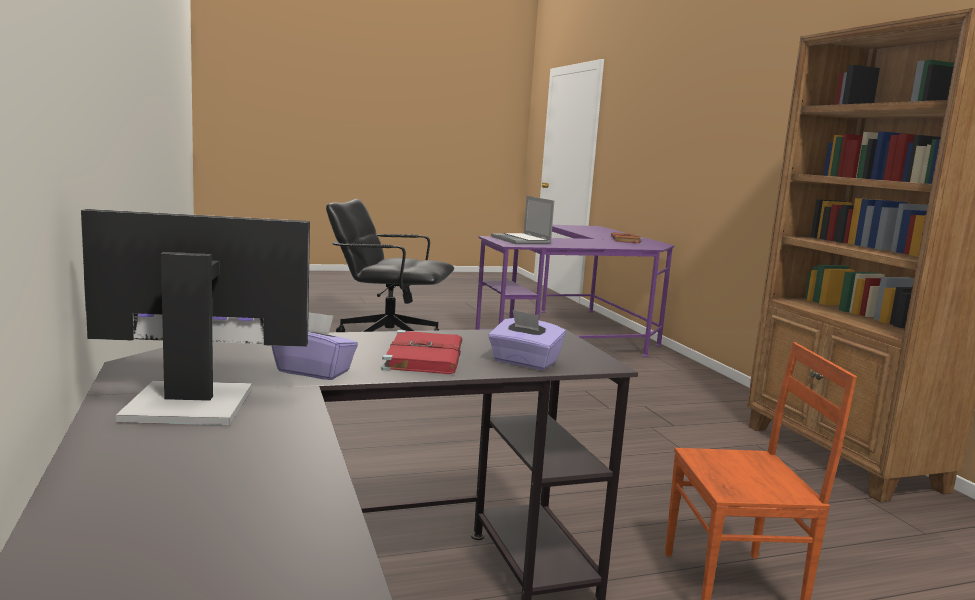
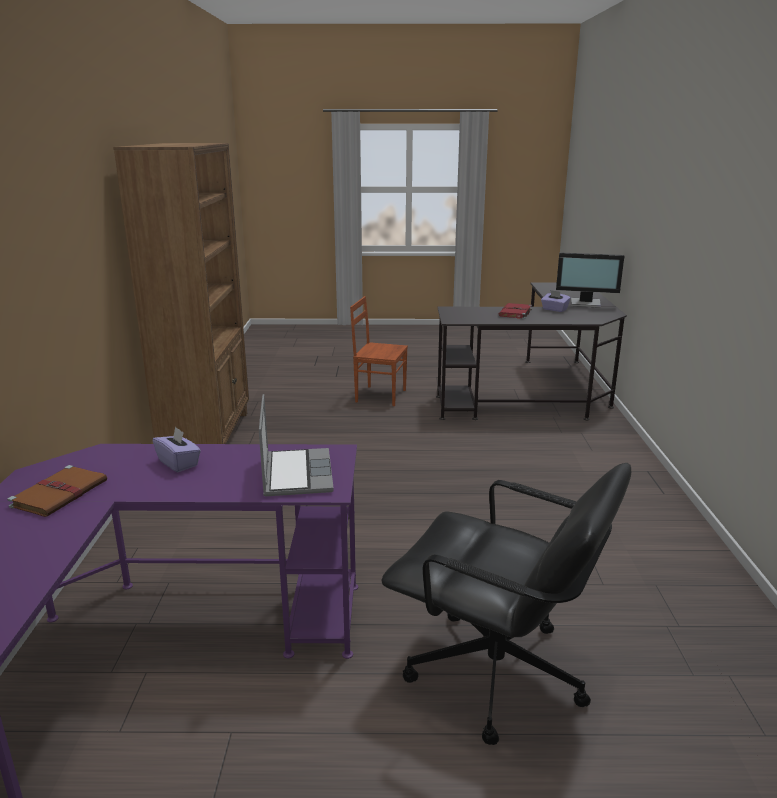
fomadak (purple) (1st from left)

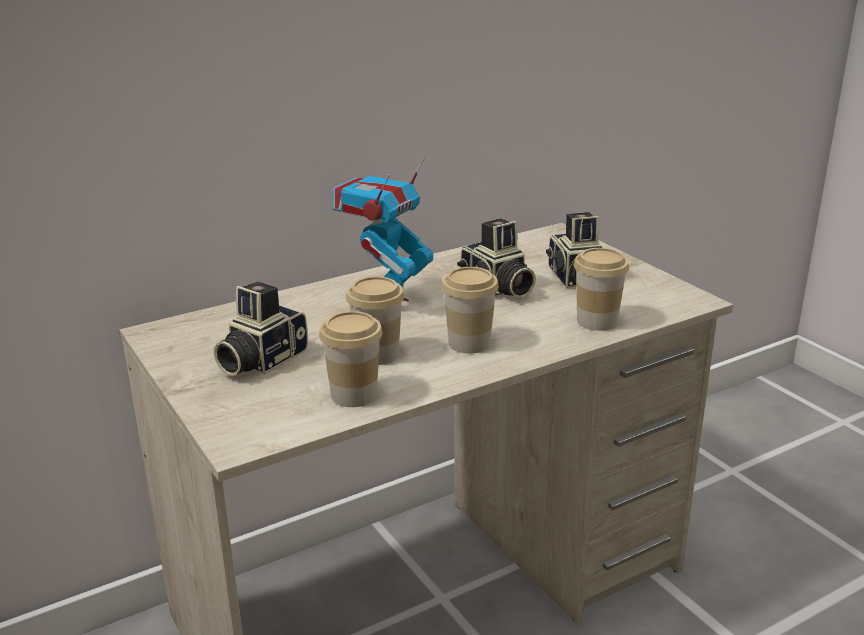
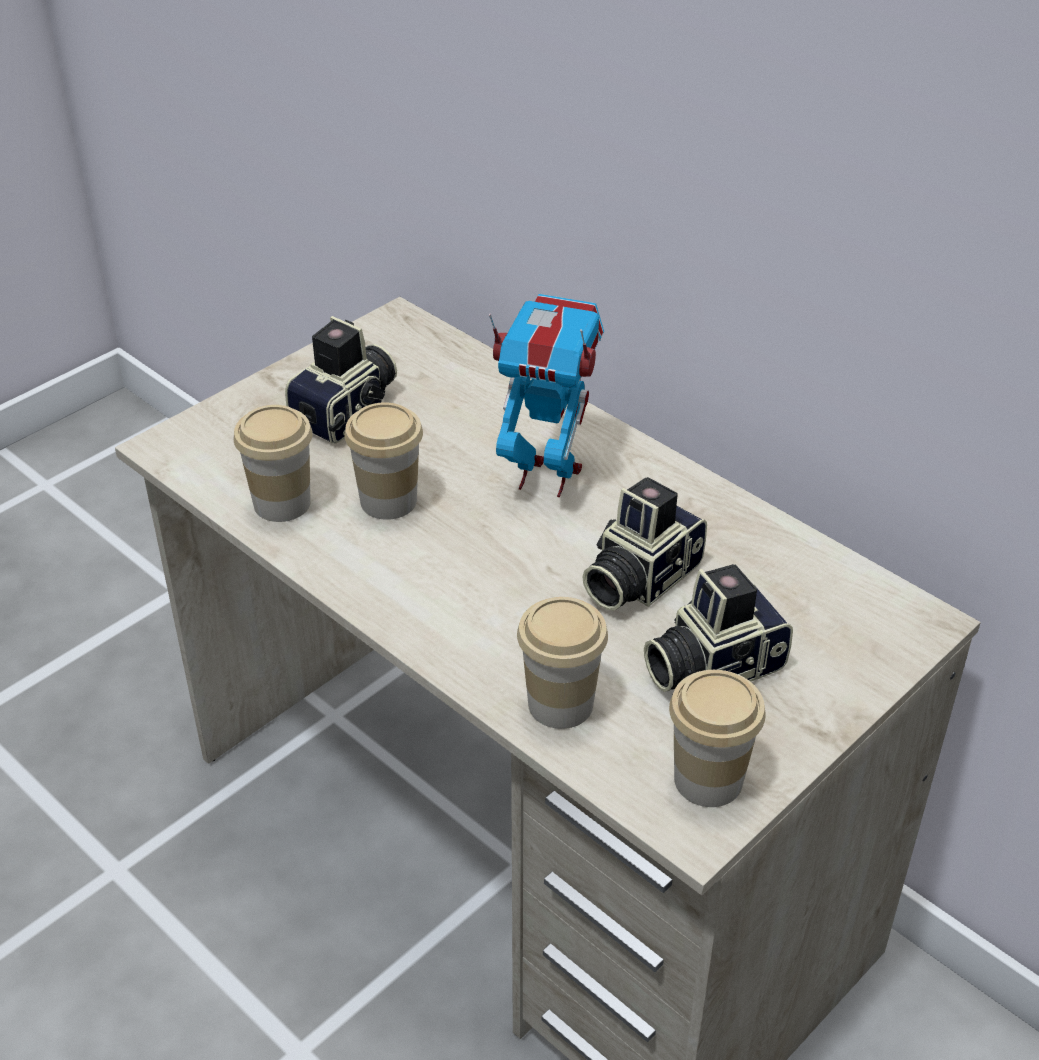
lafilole (4th from left)
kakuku (1st from left)

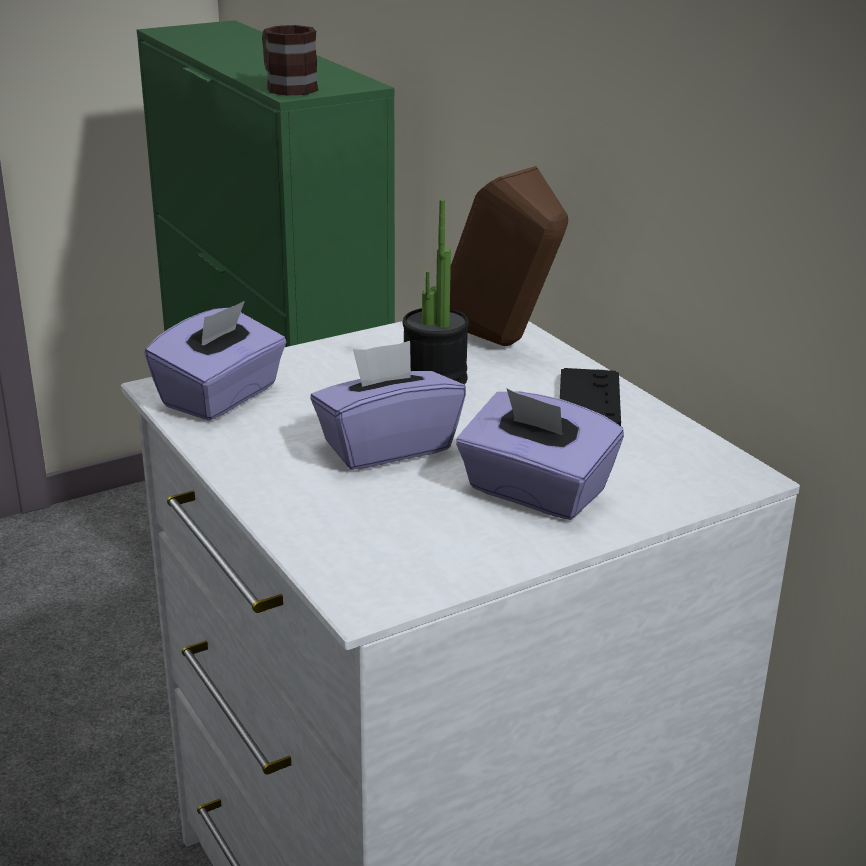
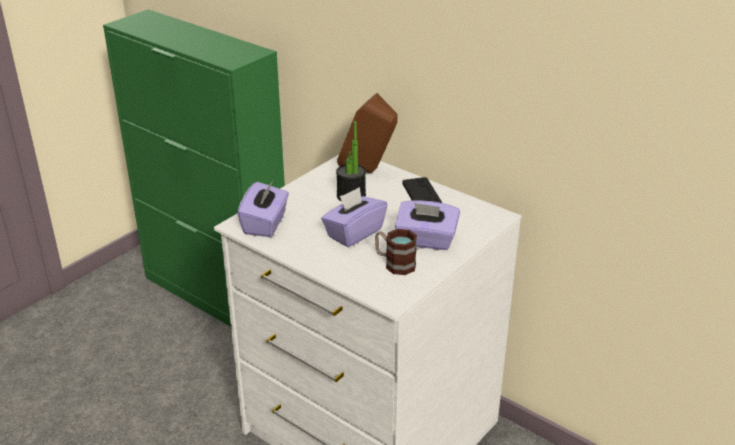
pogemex

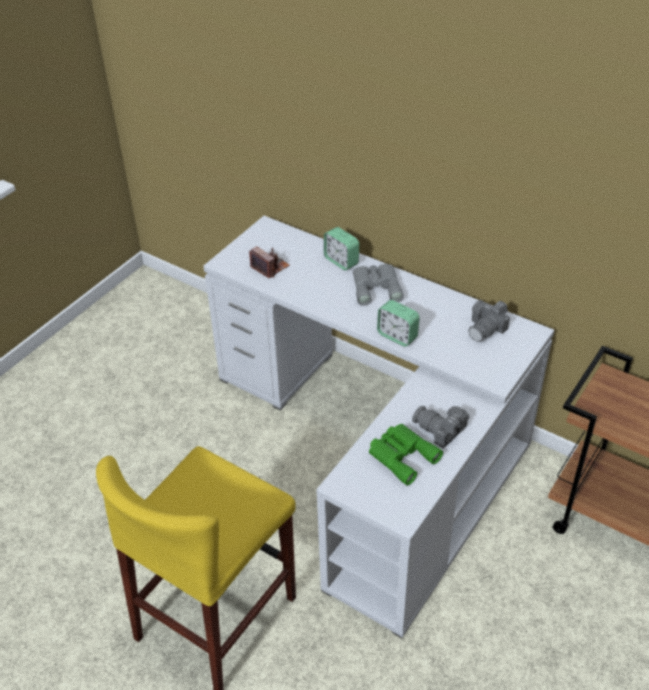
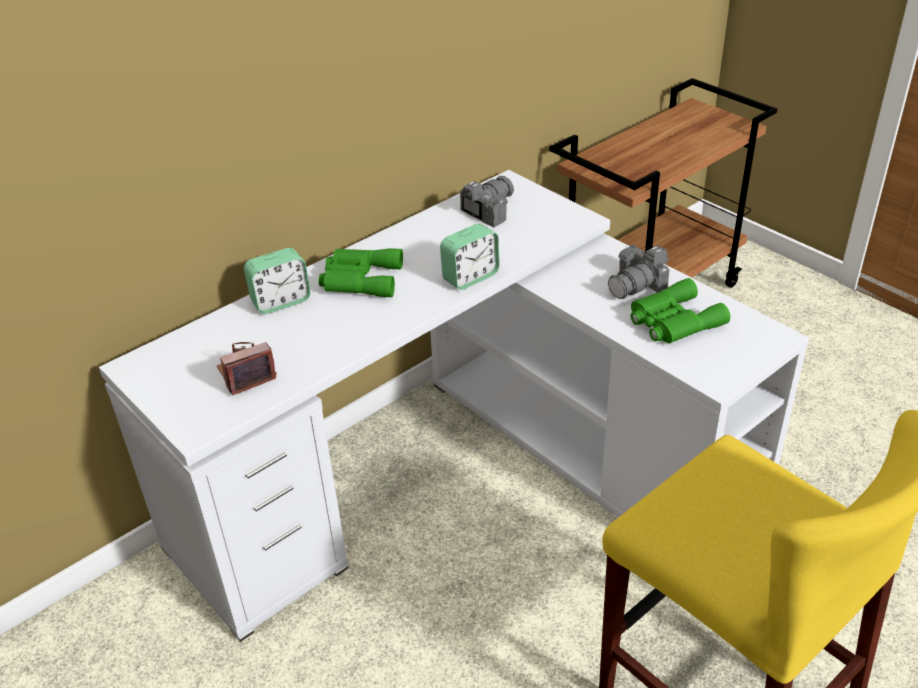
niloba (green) (1st from left)
kakuku (2nd from left)

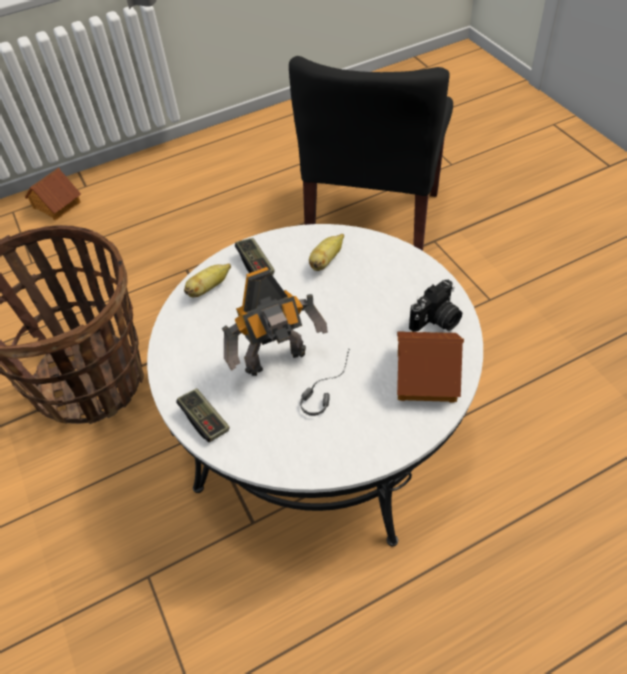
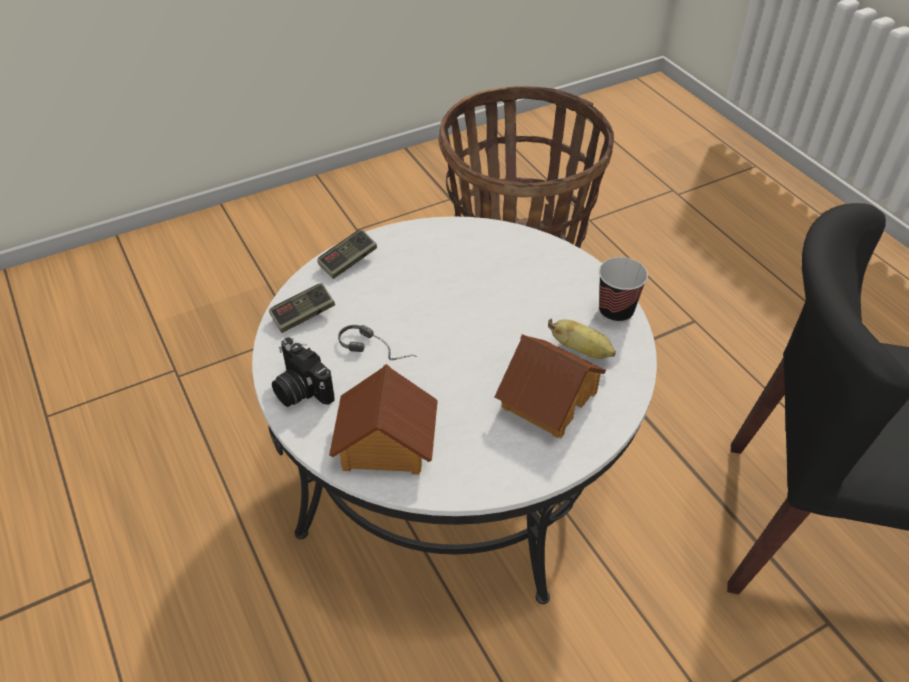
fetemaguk (1st from left in the first image)
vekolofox
lafilole
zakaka (2nd from left)
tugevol (1st from left)
kakuku

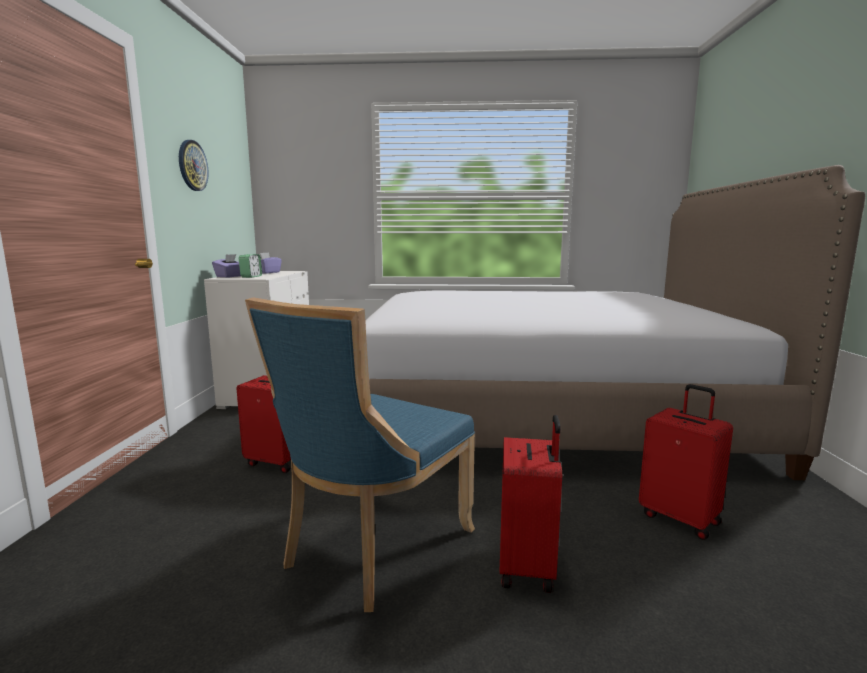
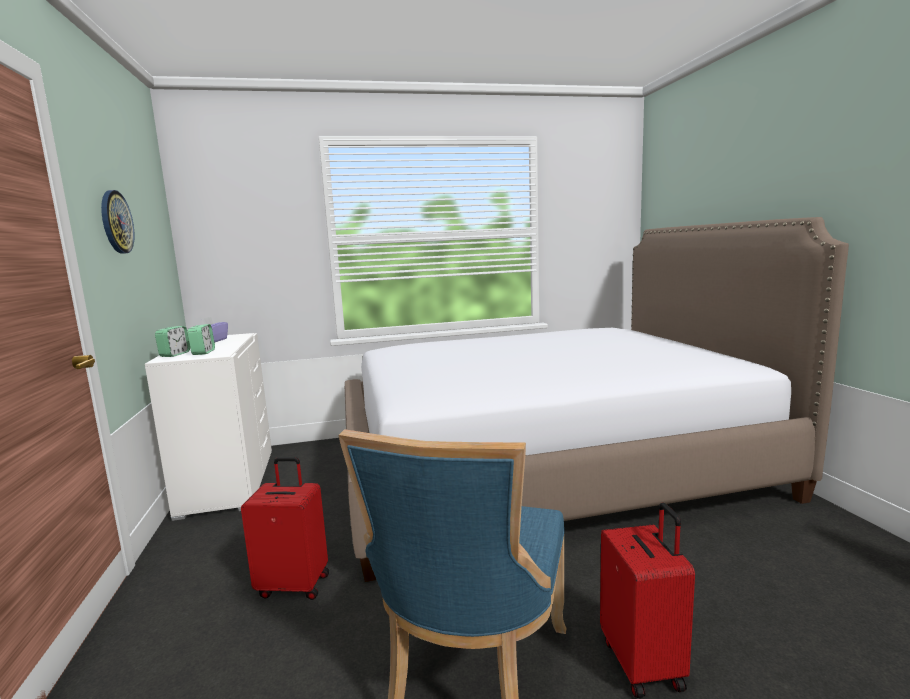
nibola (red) (3rd from left in the first image)
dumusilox (1st from left)

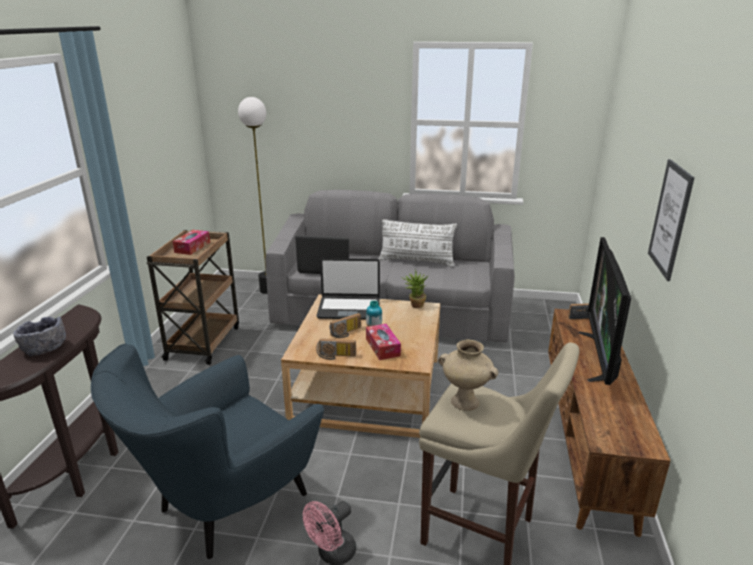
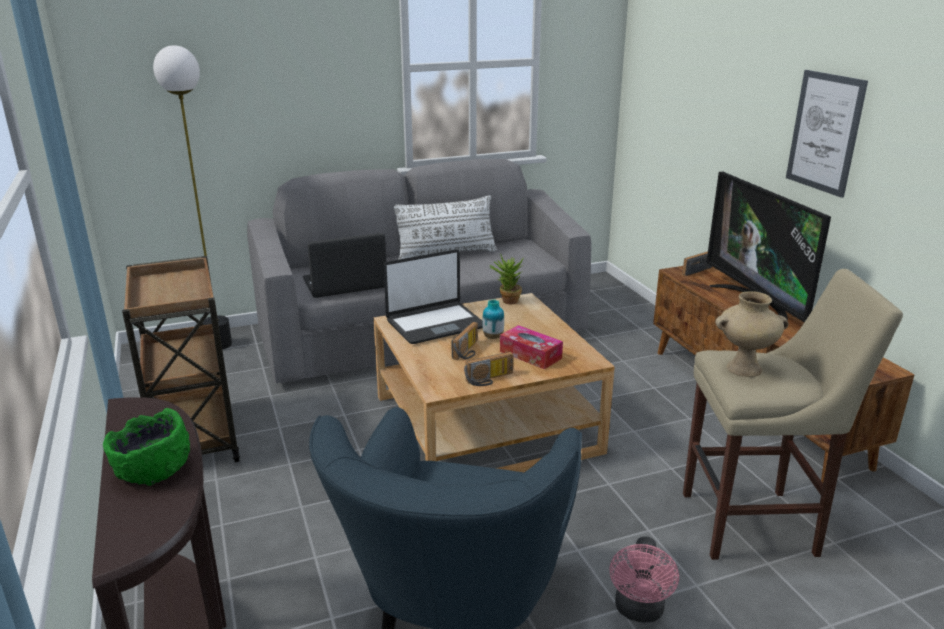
fomadak (1st from left in the first image)
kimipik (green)

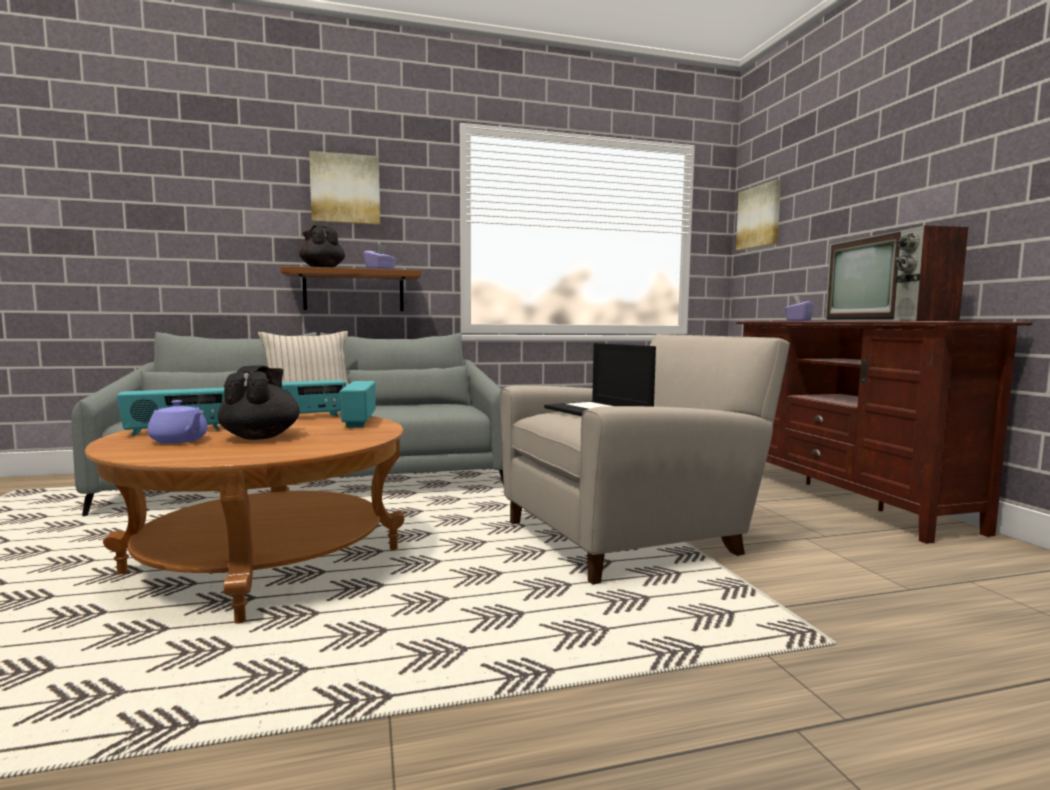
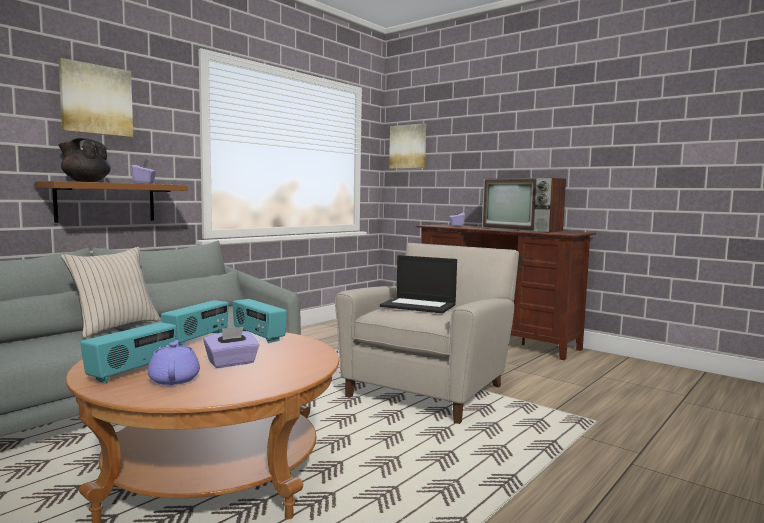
fomadak (purple) (2nd from left)
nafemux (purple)

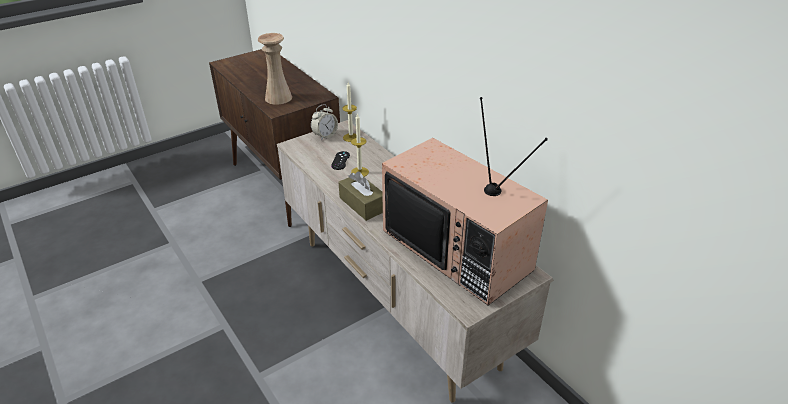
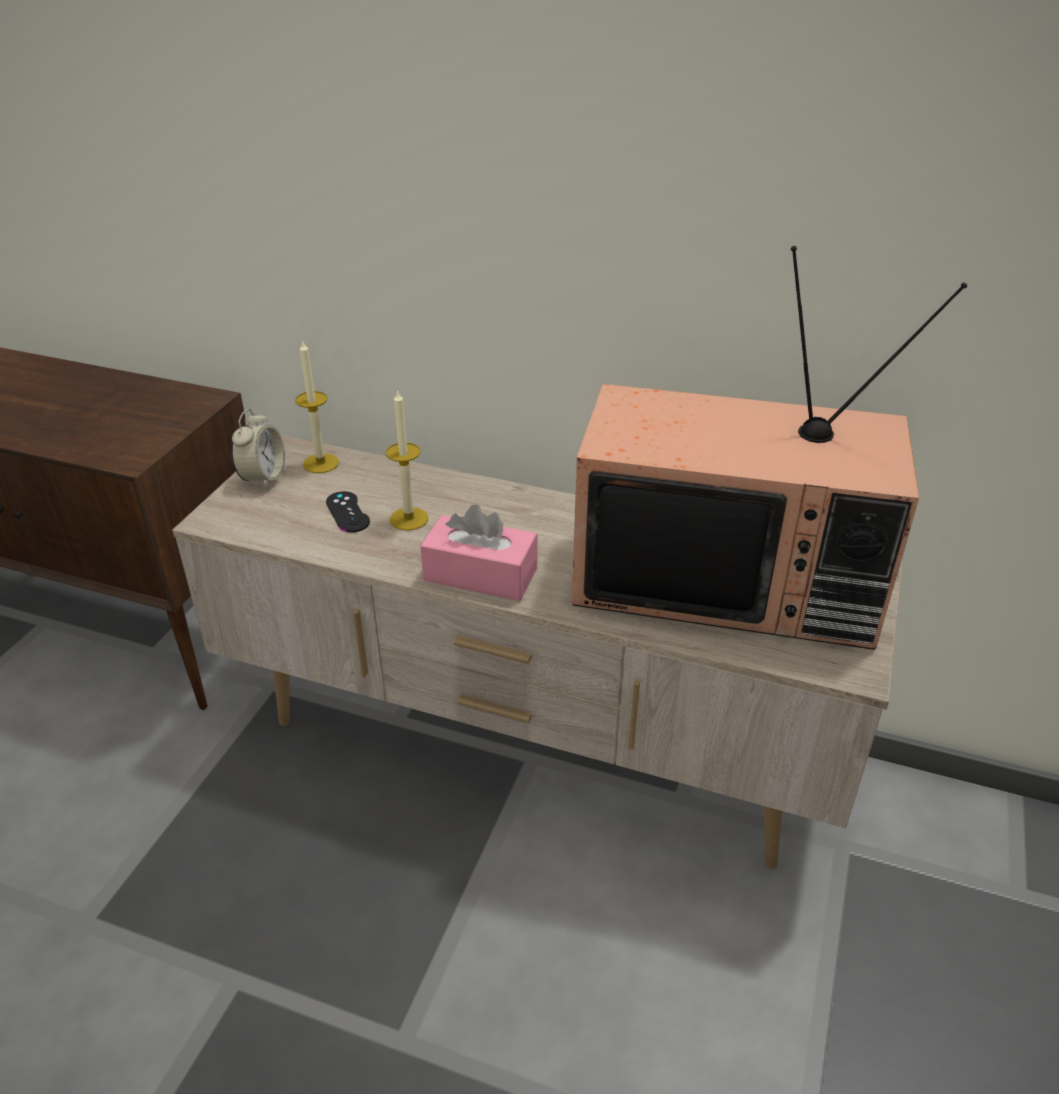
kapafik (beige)
fomadak (pink)

